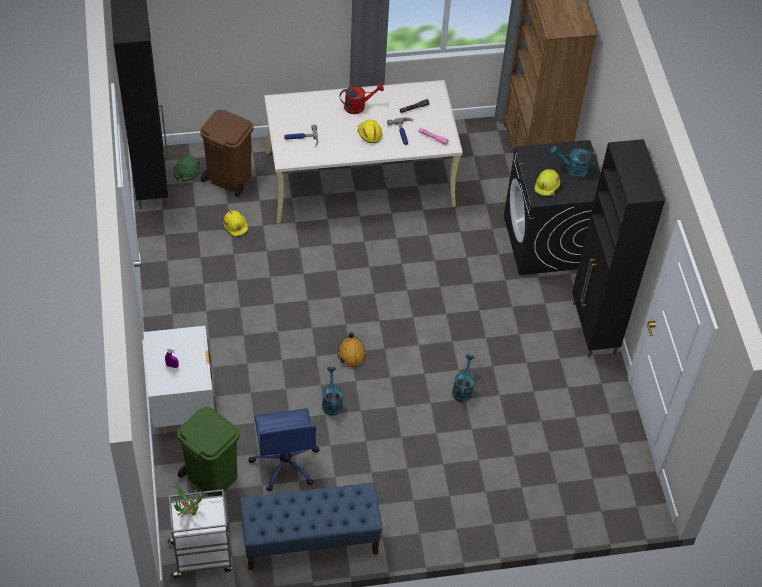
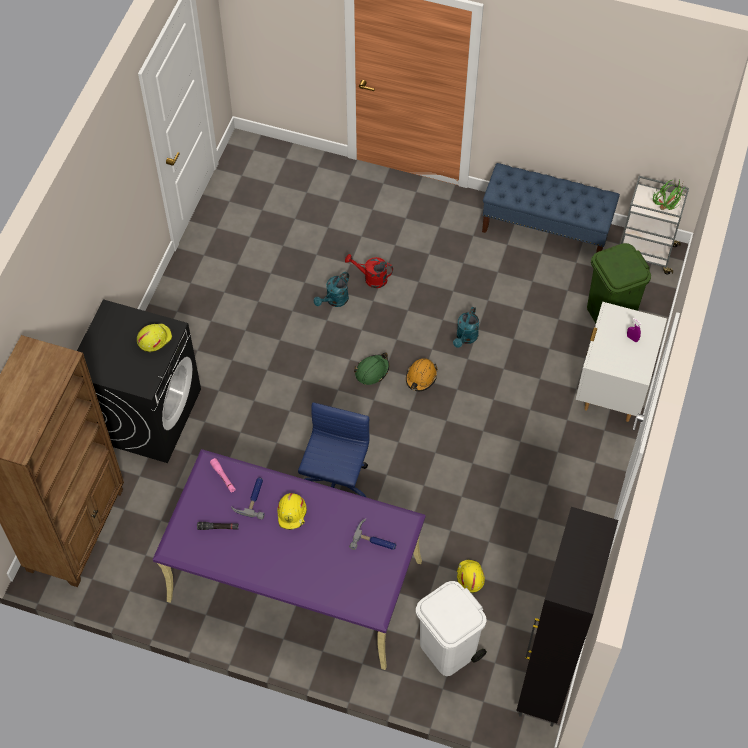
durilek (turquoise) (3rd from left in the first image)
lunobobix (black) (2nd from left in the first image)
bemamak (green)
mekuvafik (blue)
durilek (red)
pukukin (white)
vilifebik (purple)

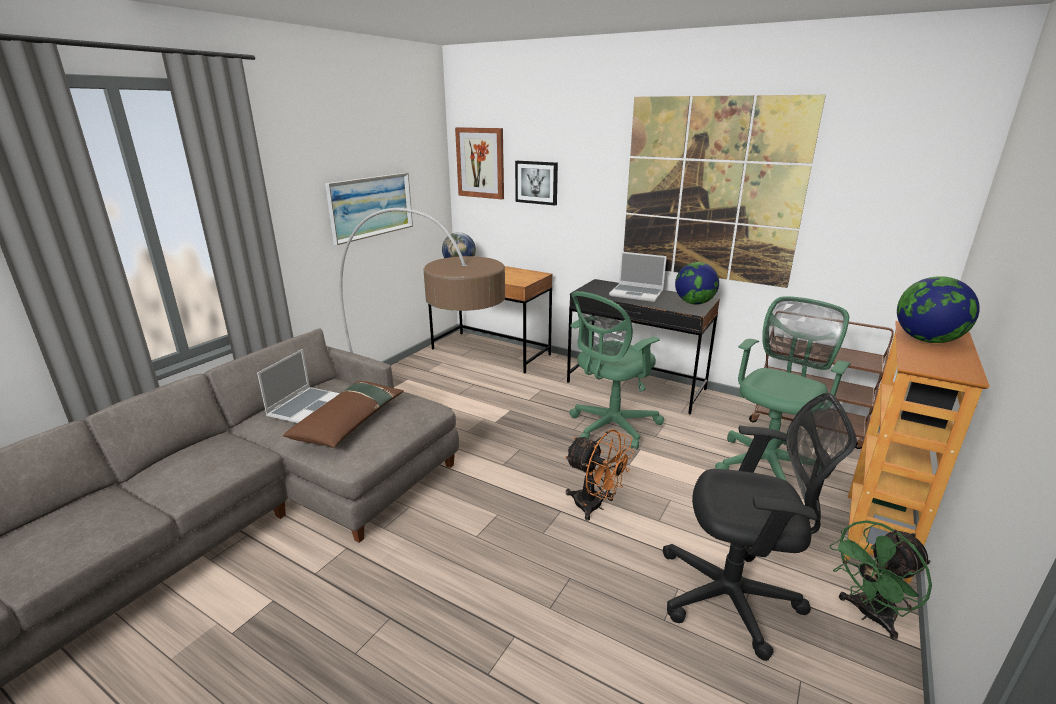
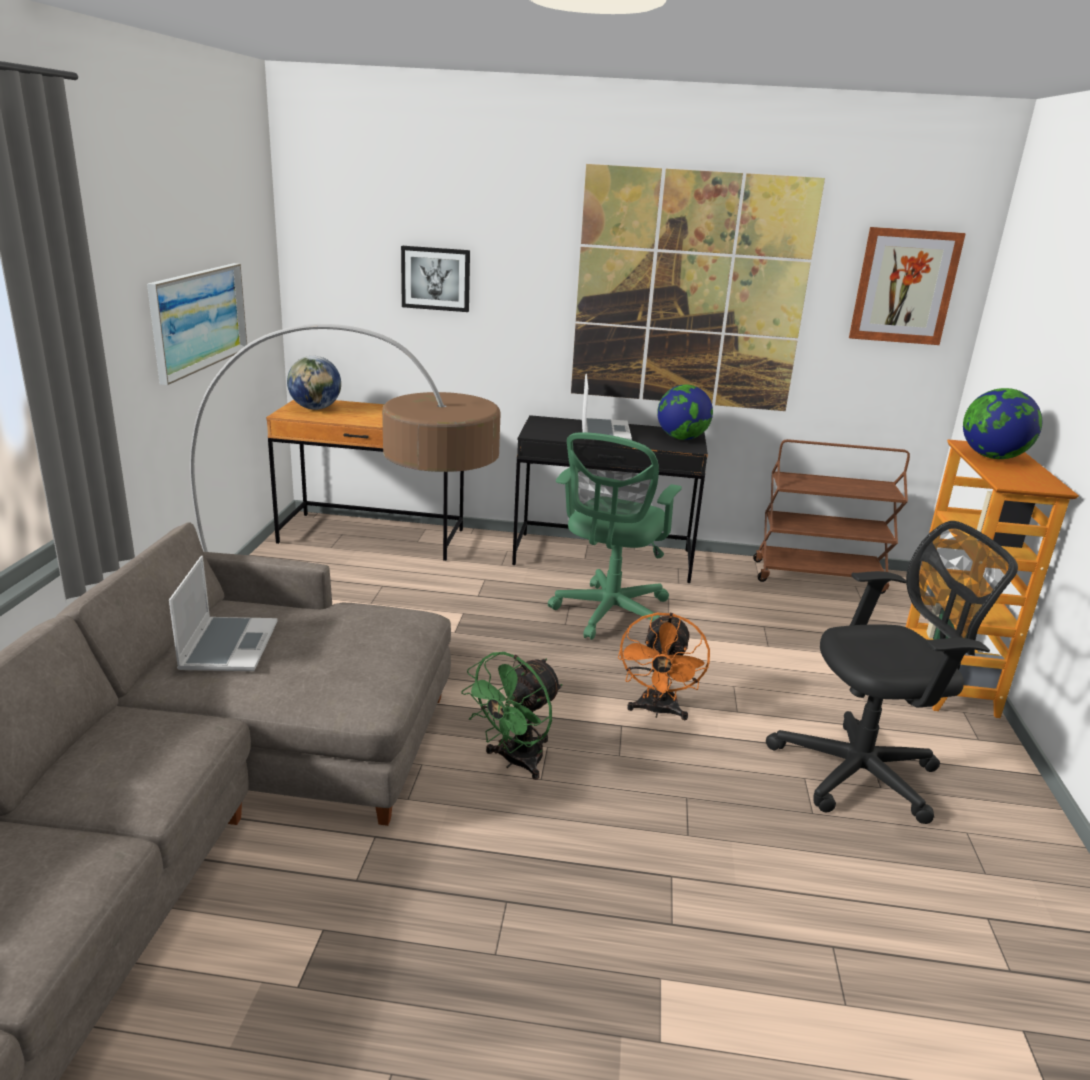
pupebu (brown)
mekuvafik (green) (2nd from left in the first image)
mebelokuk (4th from left)
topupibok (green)
topupibok (orange)
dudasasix (2nd from left)

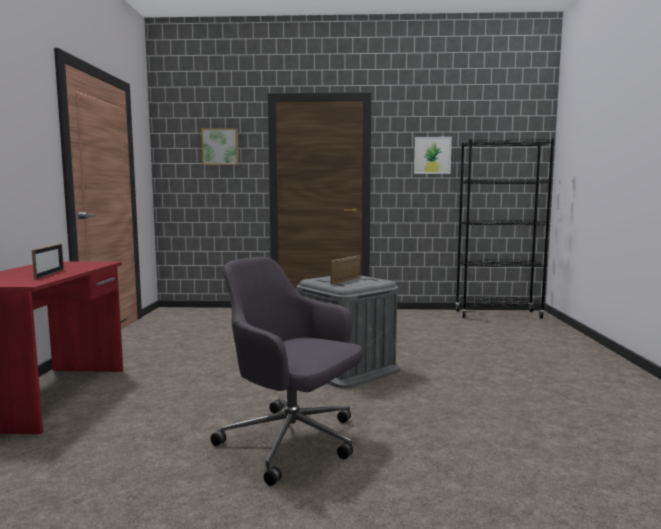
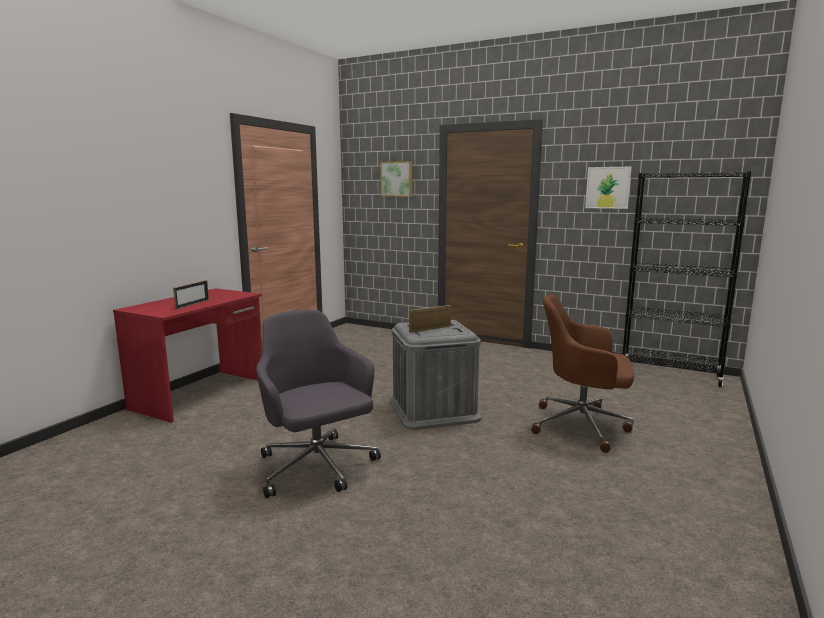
mekuvafik (brown)

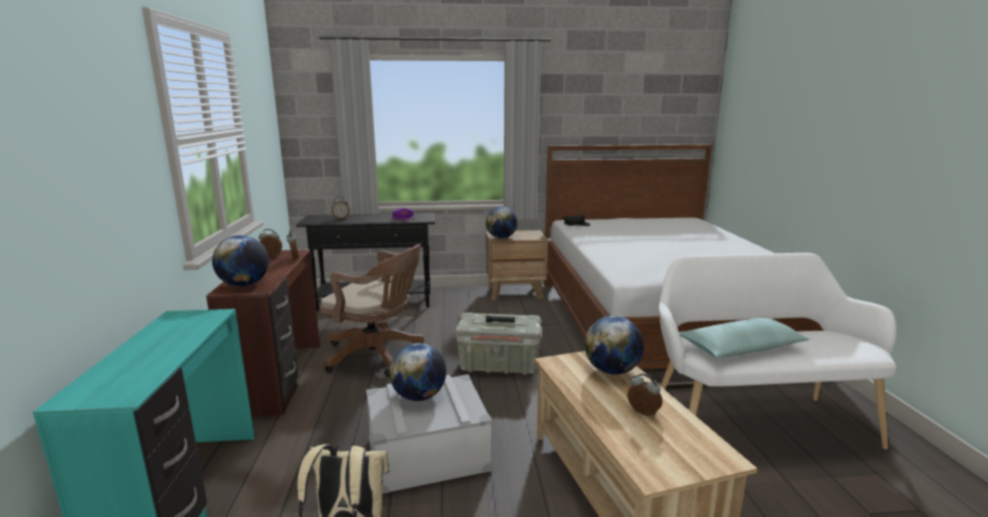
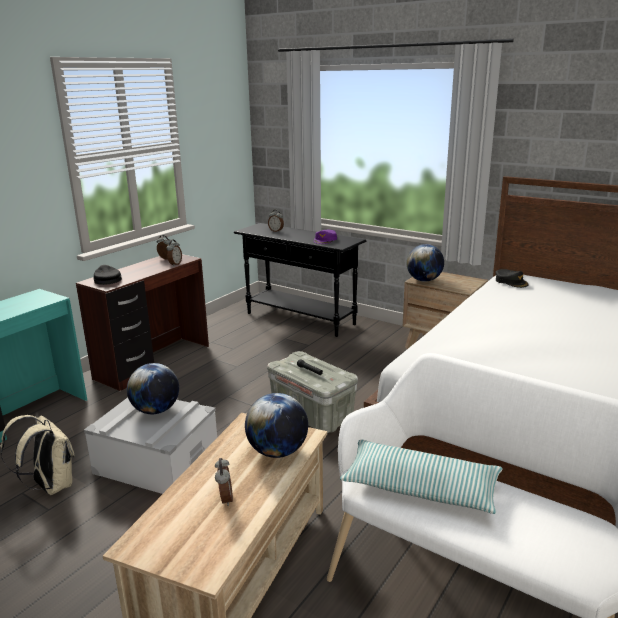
mekuvafik (brown)
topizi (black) (1st from left)

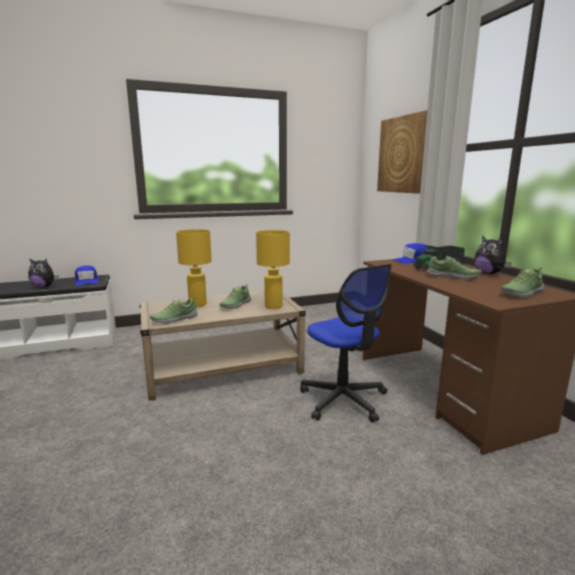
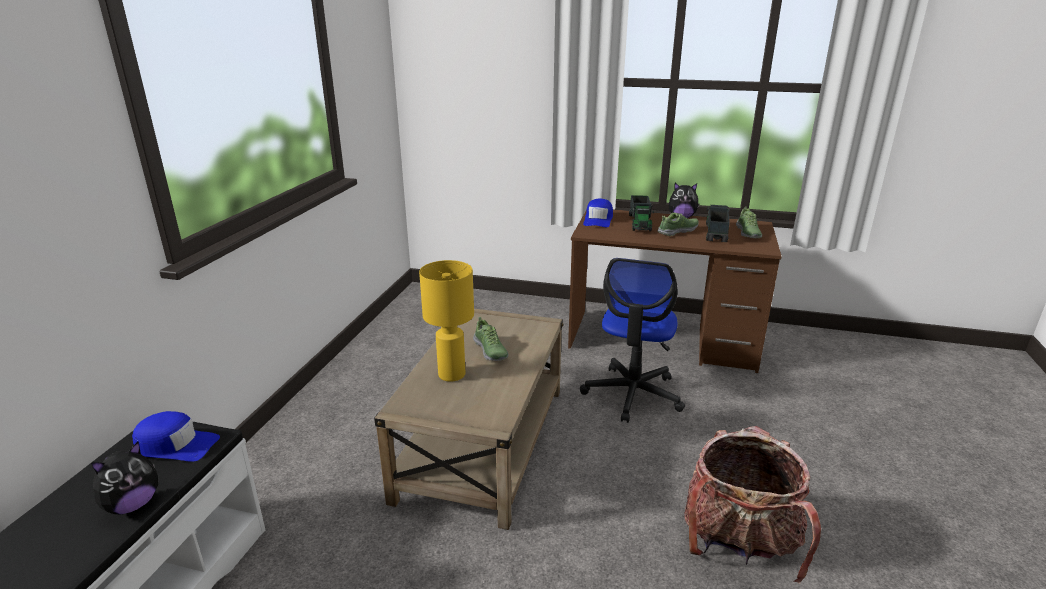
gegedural (1st from left in the first image)
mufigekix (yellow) (2nd from left in the first image)
mebelokuk
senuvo
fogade (2nd from left)
mekuvafik

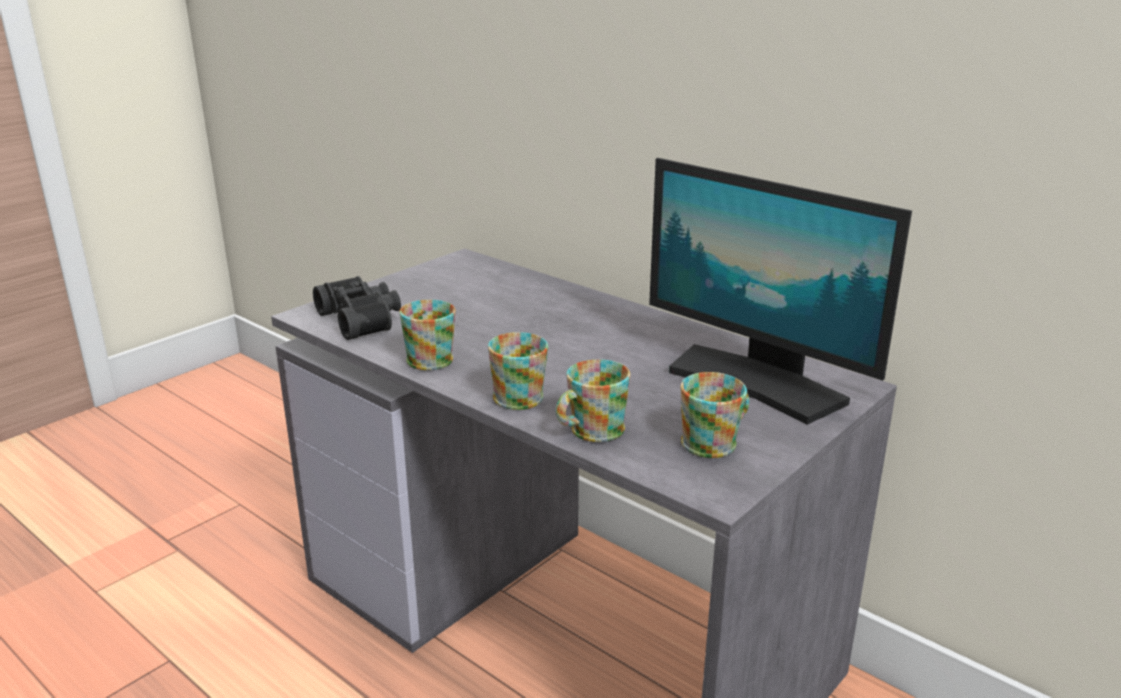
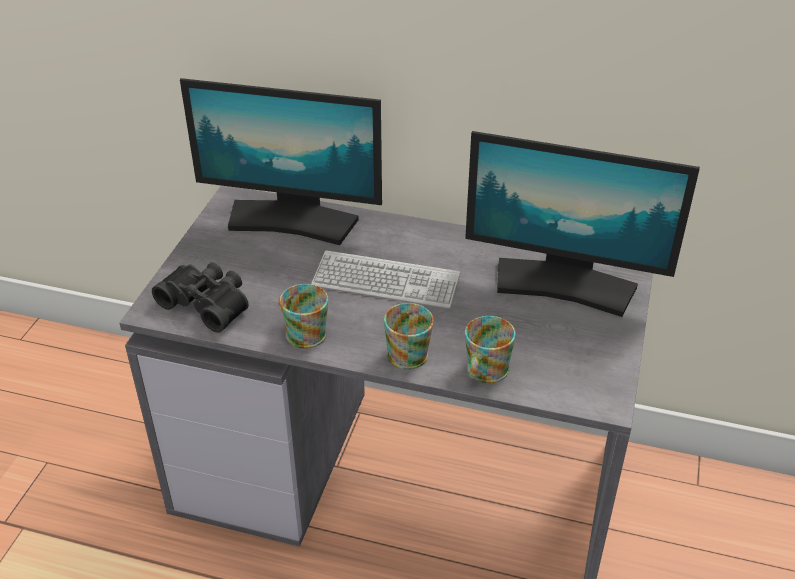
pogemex (4th from left in the first image)
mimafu (1st from left)
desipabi

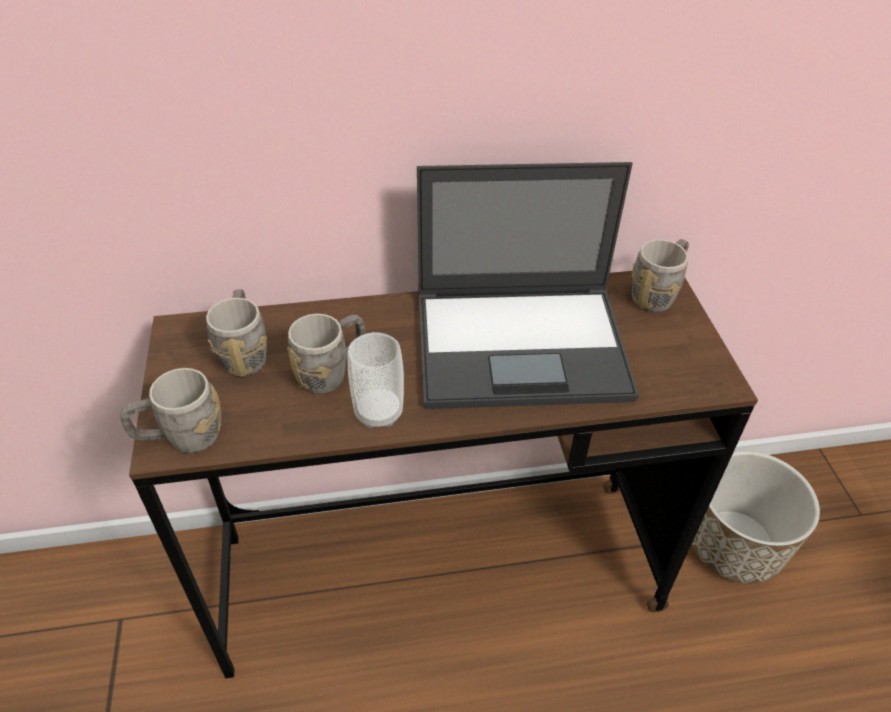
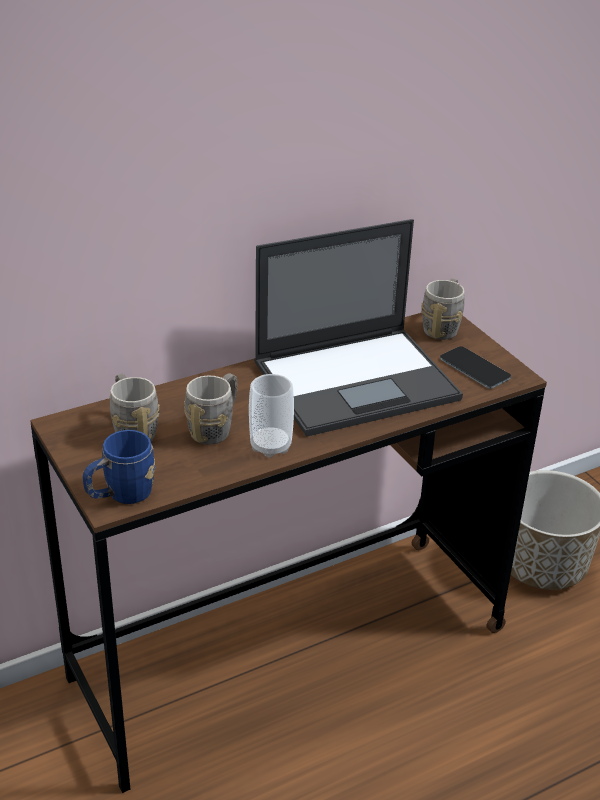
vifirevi
pogemex (blue)

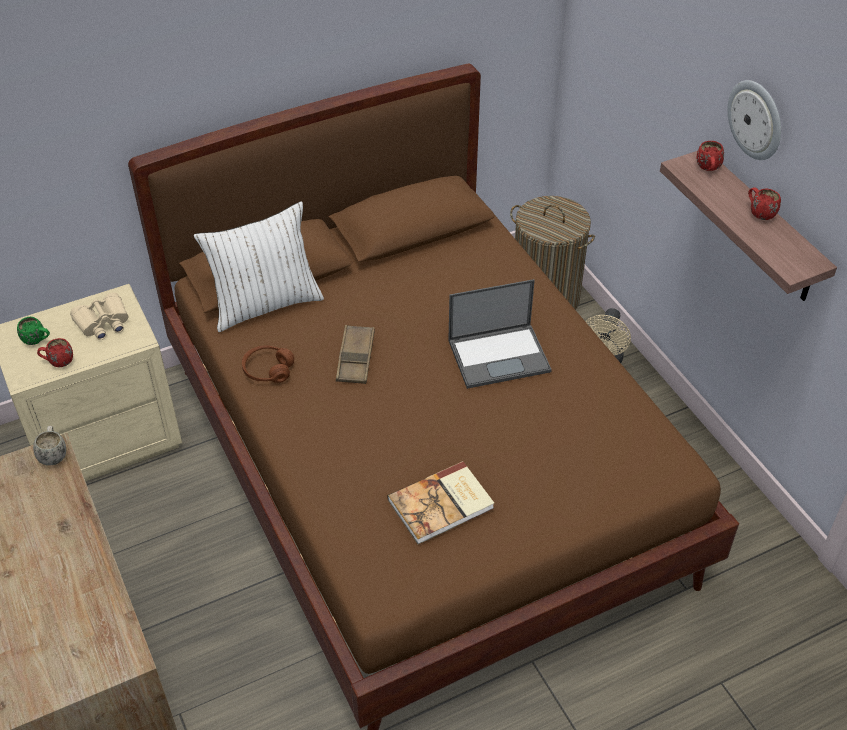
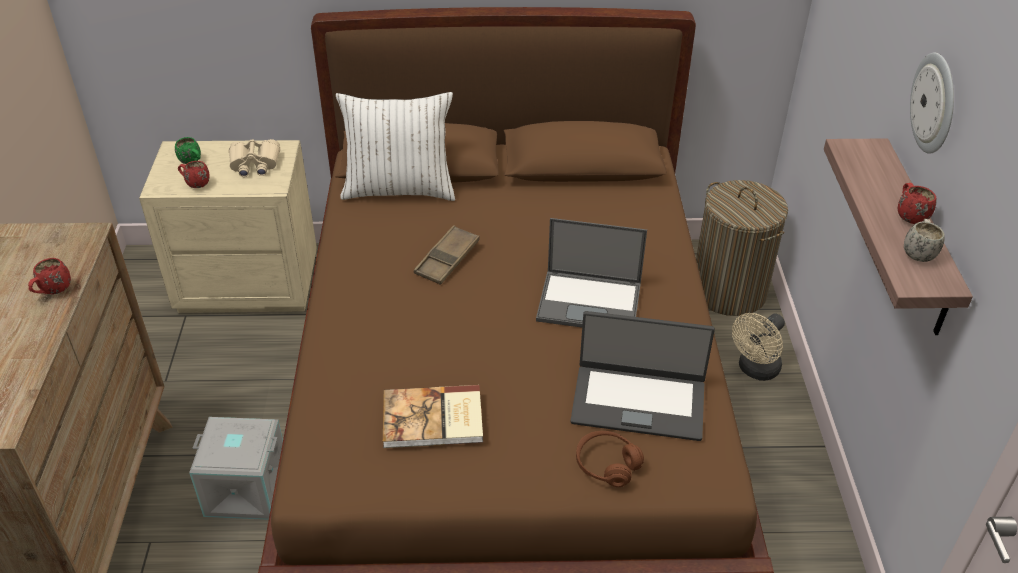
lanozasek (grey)
dudasasix (2nd from left)
pogemex (white)
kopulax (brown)
pogemex (red) (1st from left)

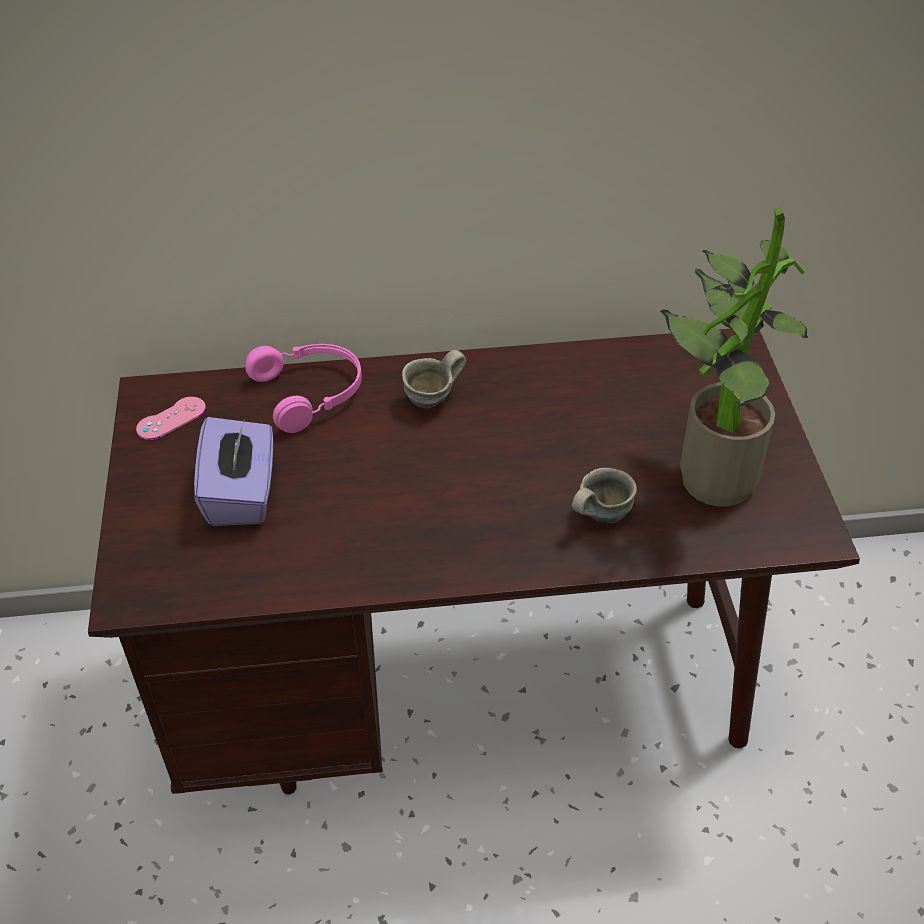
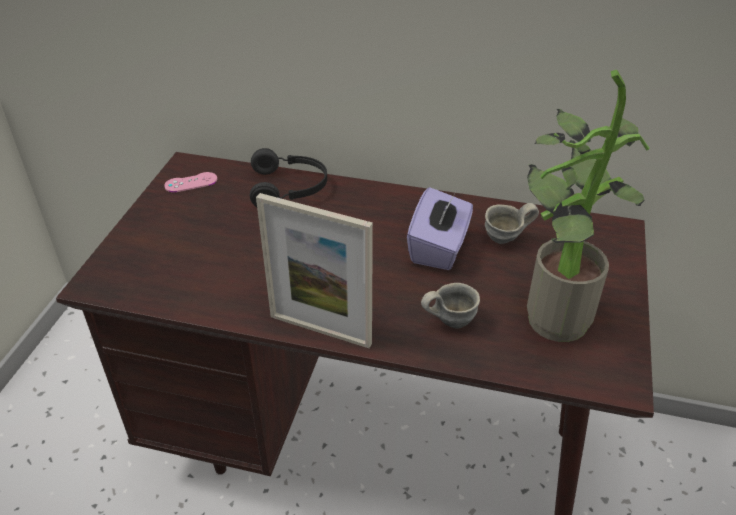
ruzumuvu
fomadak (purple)
pogemex (grey) (2nd from left)
kopulax (black)

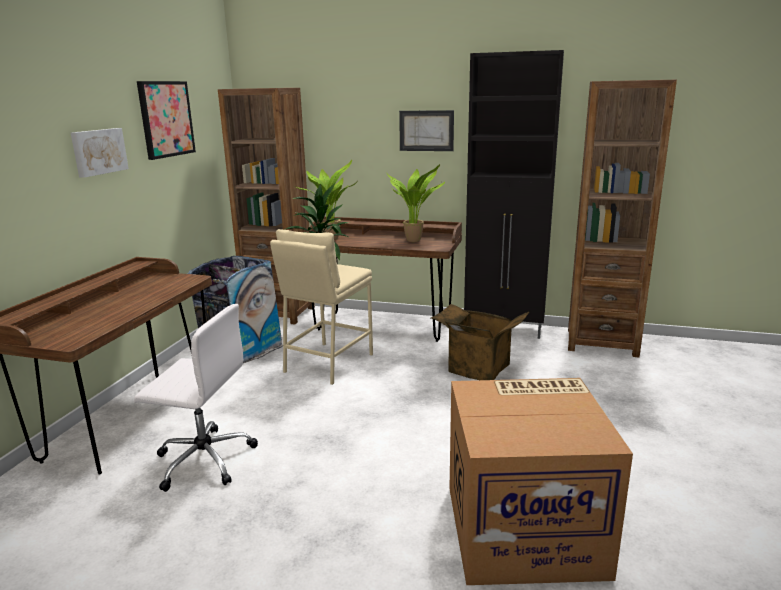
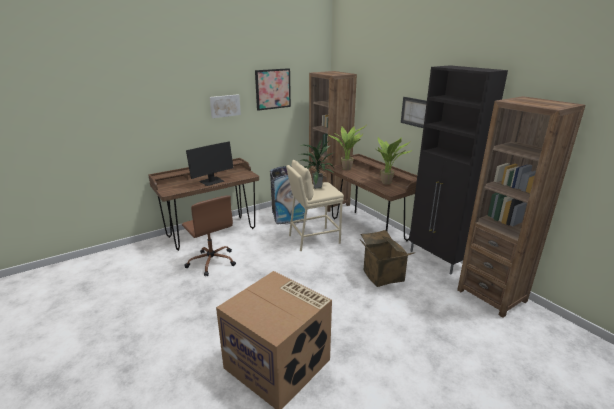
mimafu
mekuvafik (brown)

